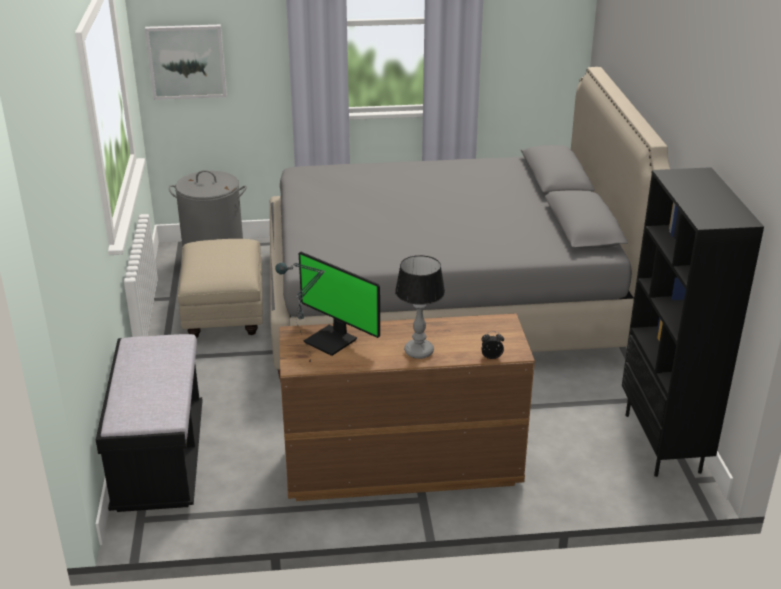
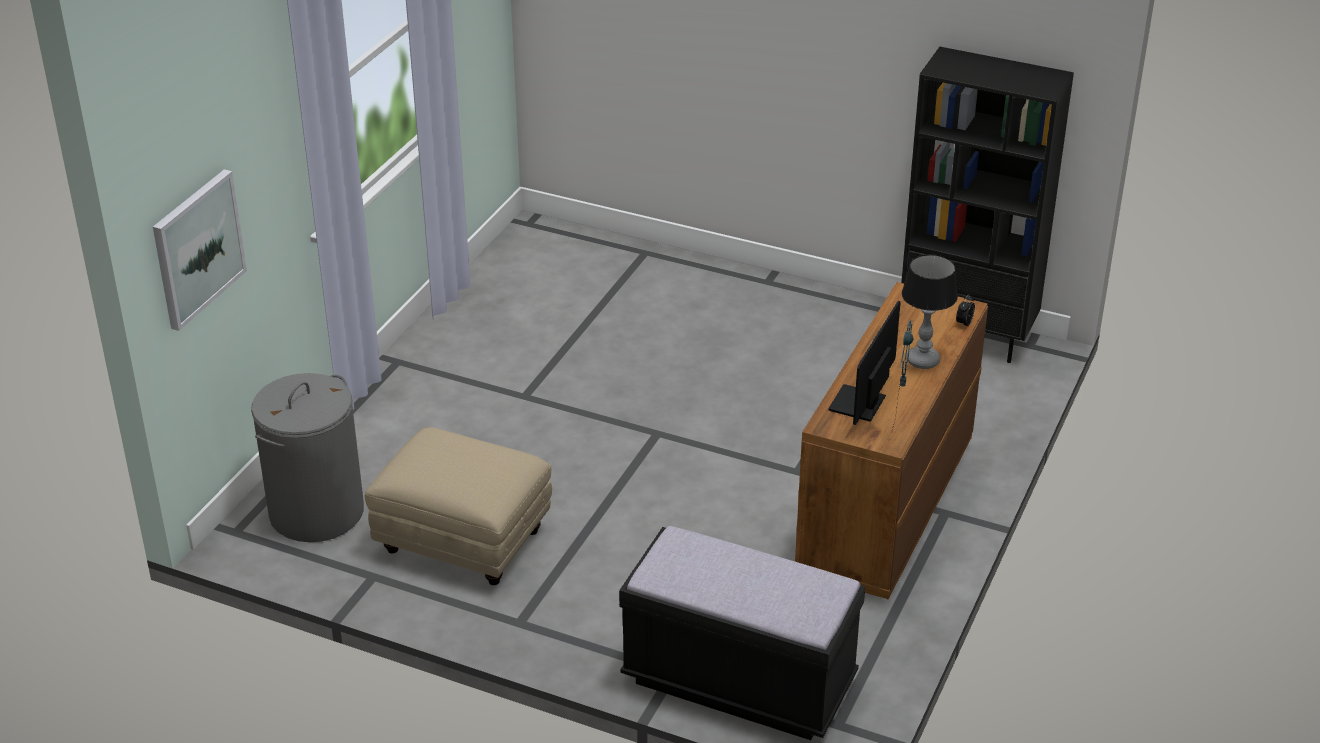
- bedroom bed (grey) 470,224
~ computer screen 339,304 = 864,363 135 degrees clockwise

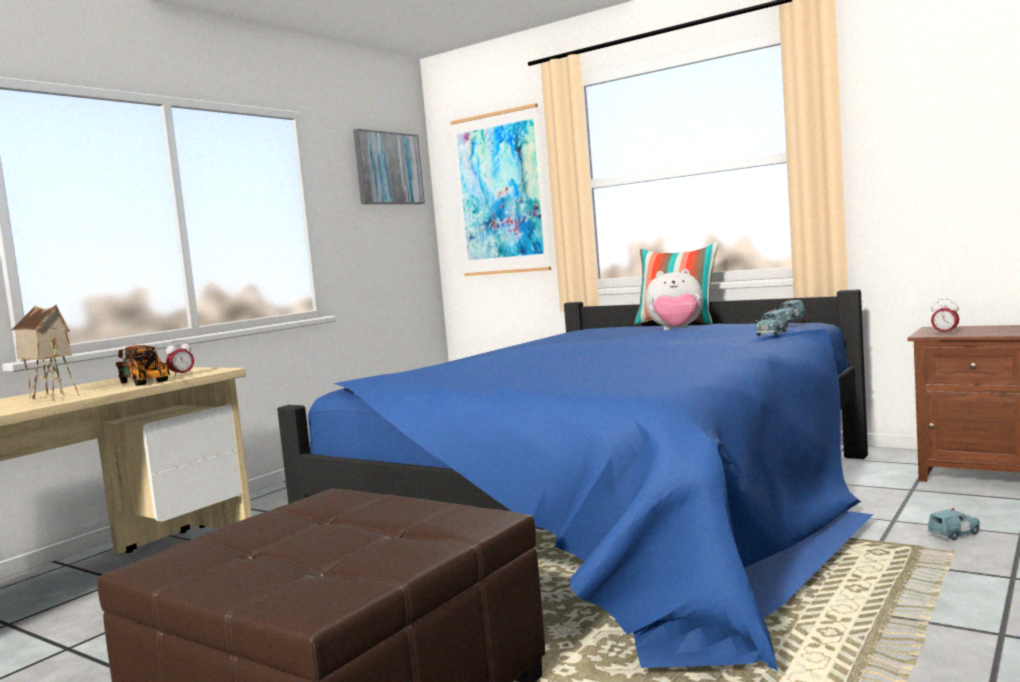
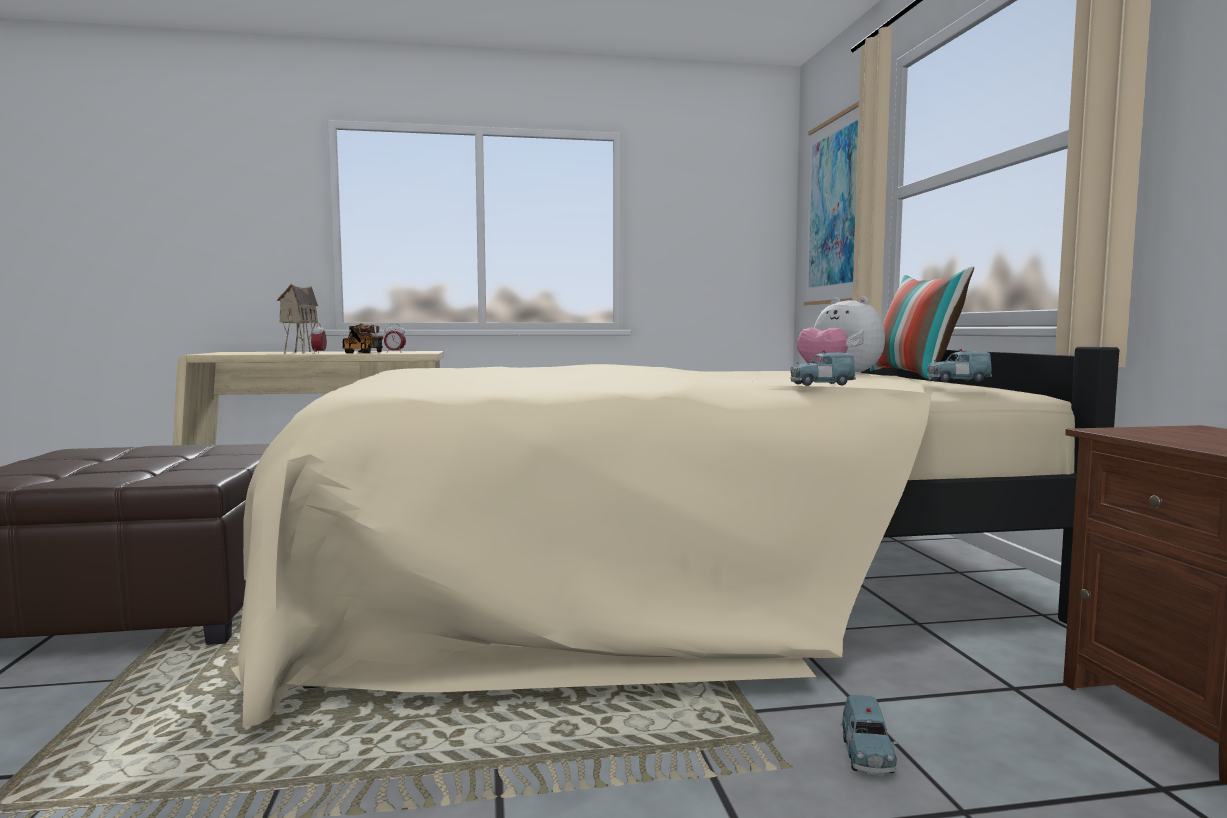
~ bedroom bed (blue-coloured) 575,480 to bedroom bed (beige-coloured) 675,537
- wall art 389,166
~ model car (blue-coloured) 954,524 = 869,735 75 degrees clockwise
~ table clock 945,317 to 319,338

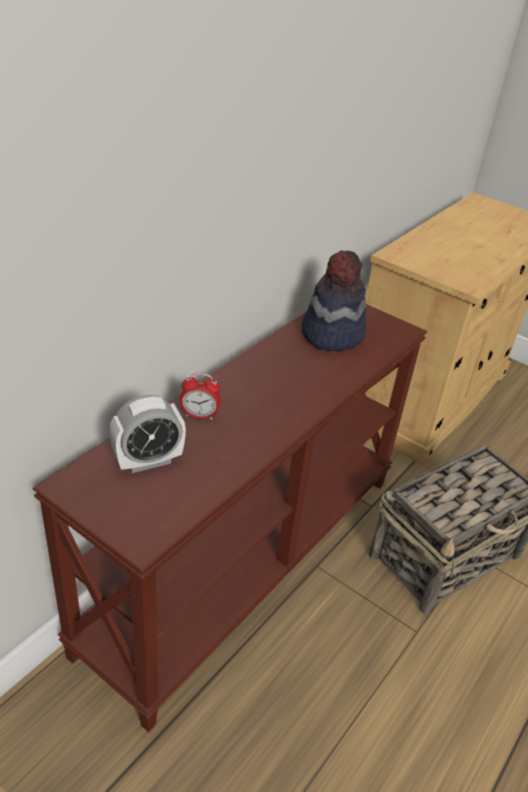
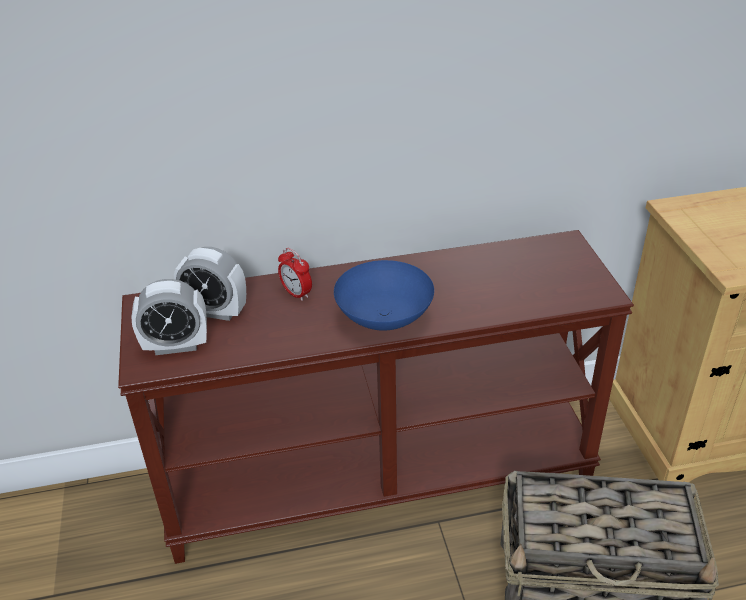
- hat 334,301
+ table clock 169,317
+ deep dish (blue-coloured) 384,295

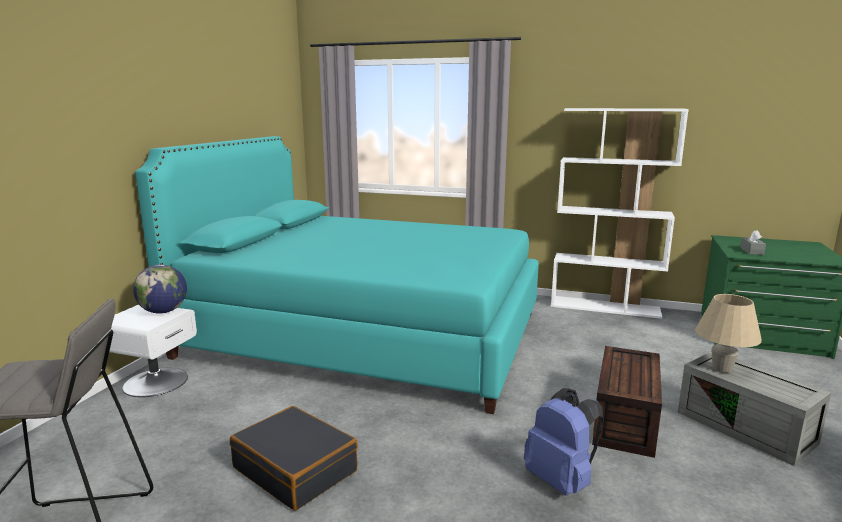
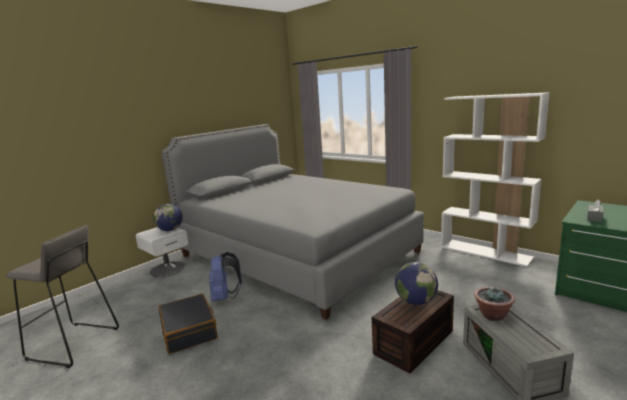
~ bedroom bed (turquoise) 337,275 to bedroom bed (grey) 293,222
~ knapsack (blue-coloured) 563,441 to 225,276
~ table lamp (beige-coloured) 728,333 to plant in a pot 494,304
+ globe 416,283

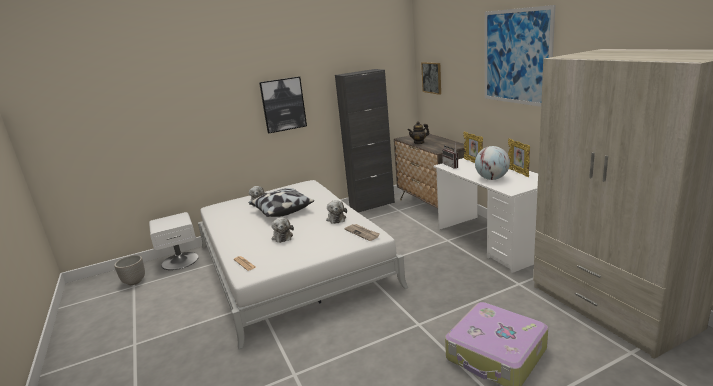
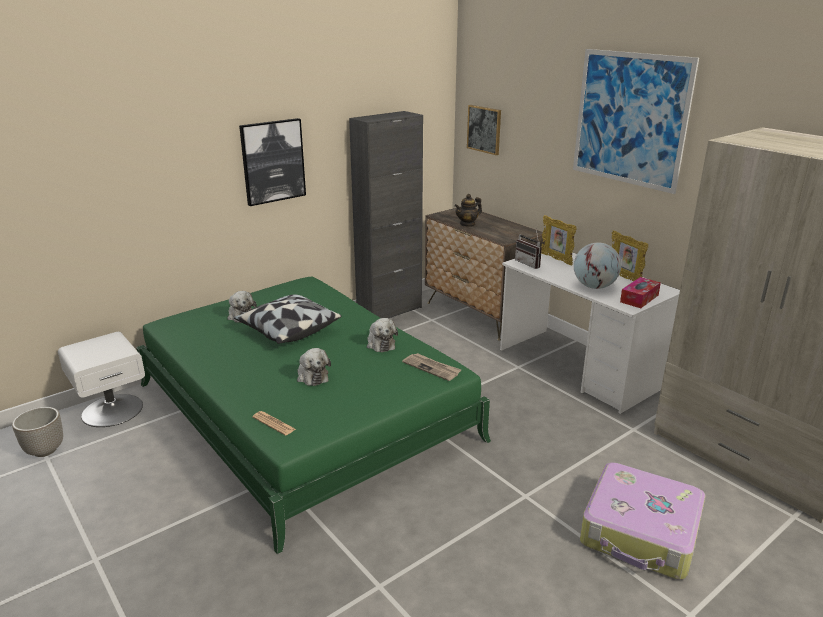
~ bedroom bed (white-coloured) 303,264 to bedroom bed (green) 313,415
+ box of tissues 640,292

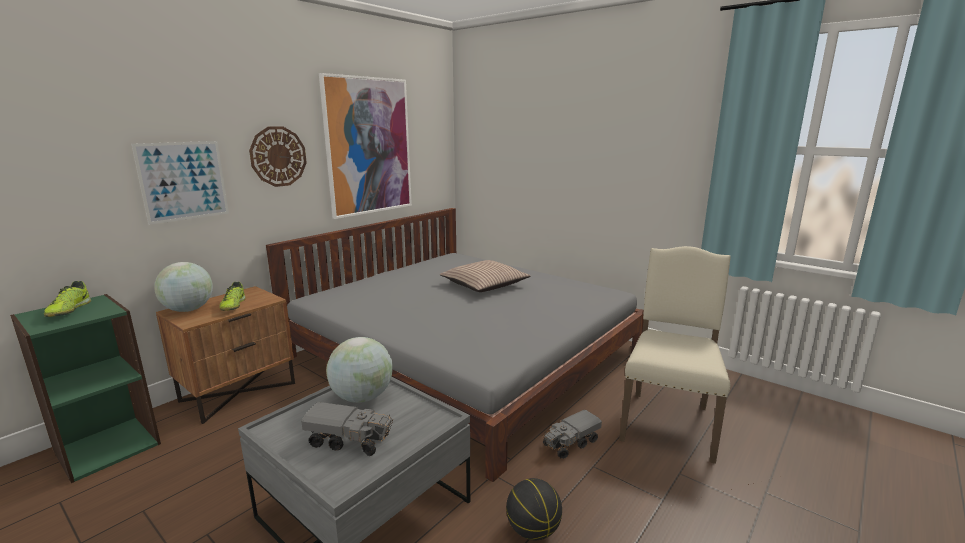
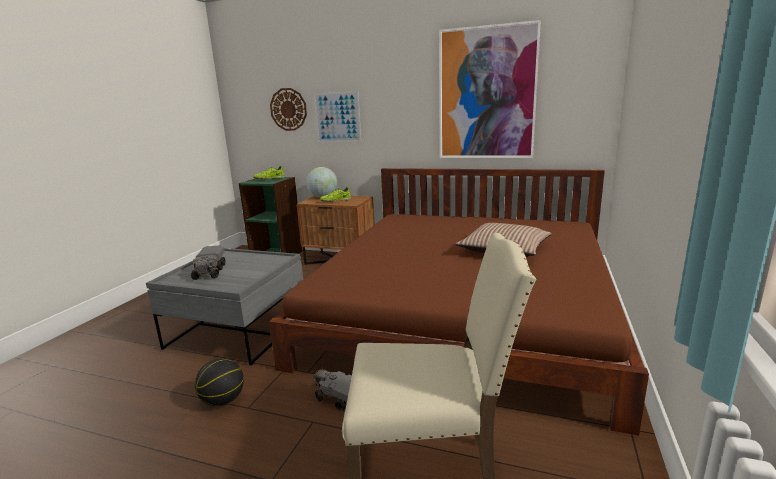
~ hanging clock 278,156 to 288,109
~ bedroom bed (grey) 455,345 to bedroom bed (brown-coloured) 459,302
- globe 359,370

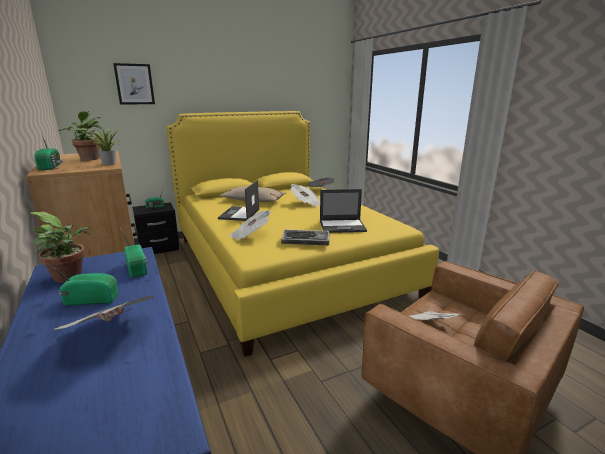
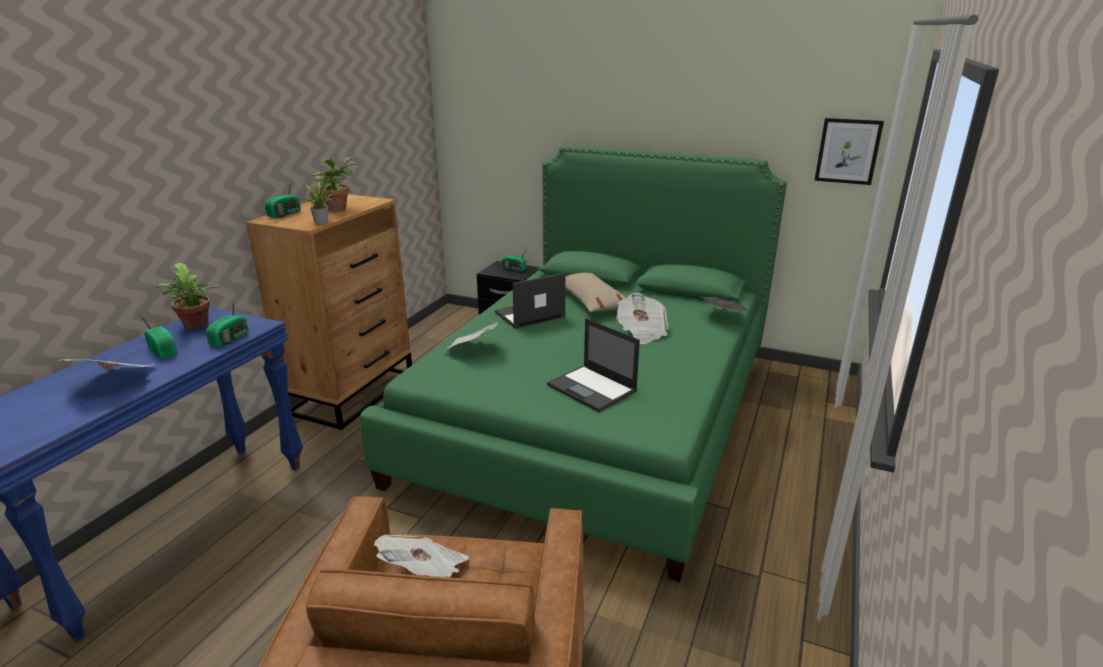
~ wall art 134,84 to 849,151
~ bedroom bed (yellow) 302,234 to bedroom bed (green) 573,364
- keyboard 305,237

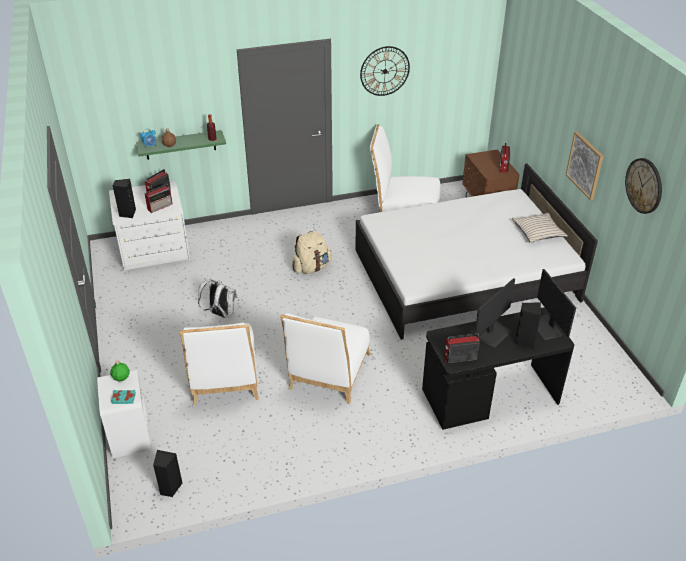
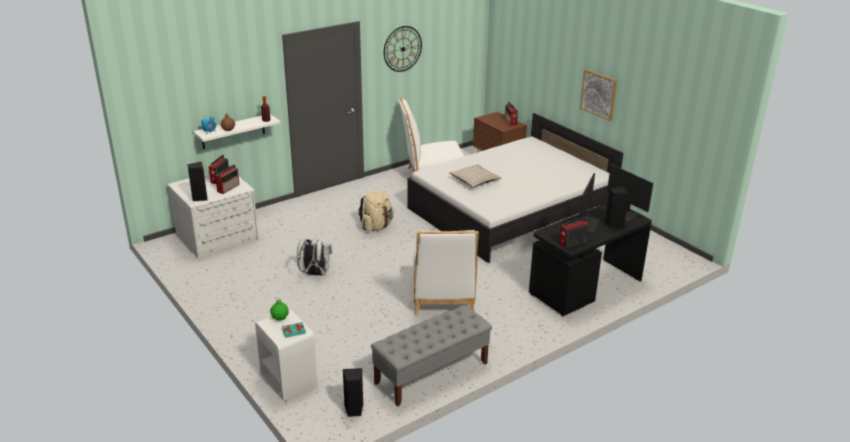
~ wall shelf (green) 181,145 to wall shelf (white-coloured) 236,131
- plain chair (white-coloured) 219,364
~ pillow (beige-coloured) 540,228 to 475,175
- hanging clock 643,186
+ long seat (grey) 431,356

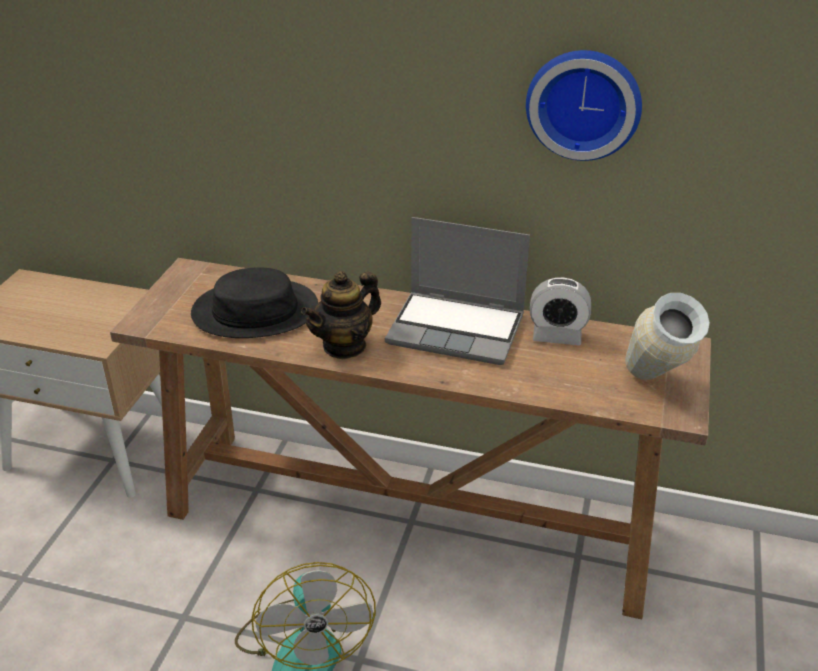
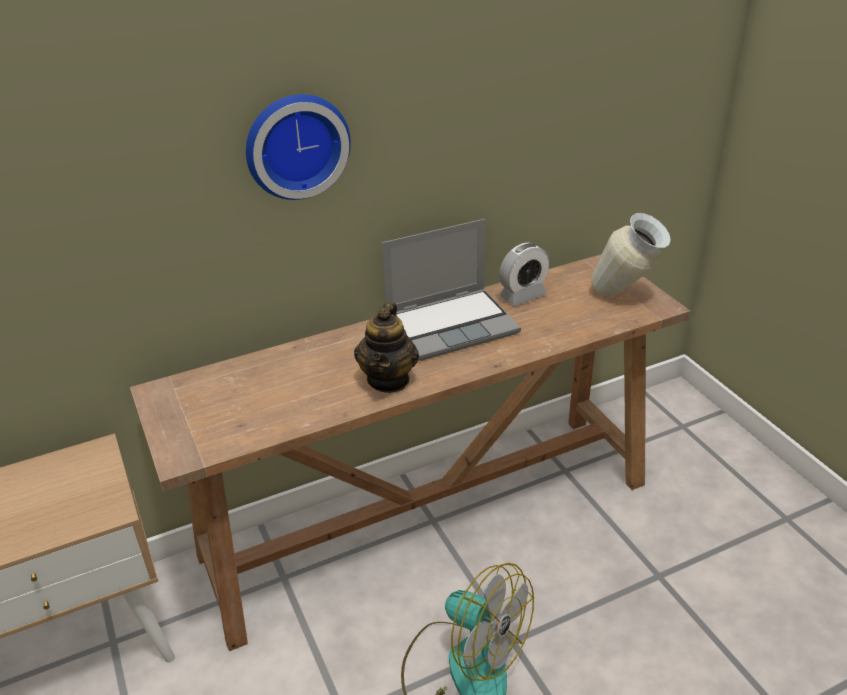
- hat (blackish) 254,302
~ hanging clock 584,105 to 298,147

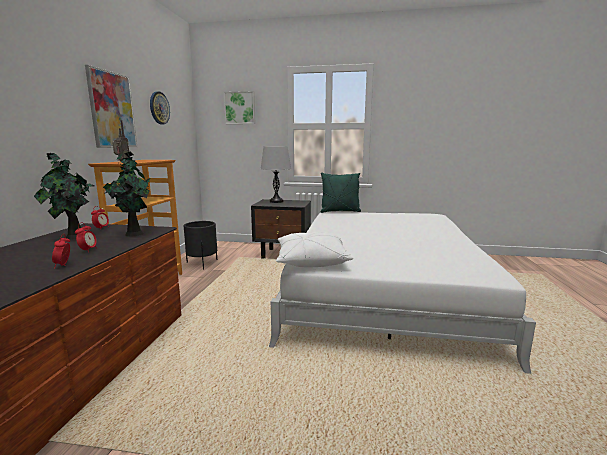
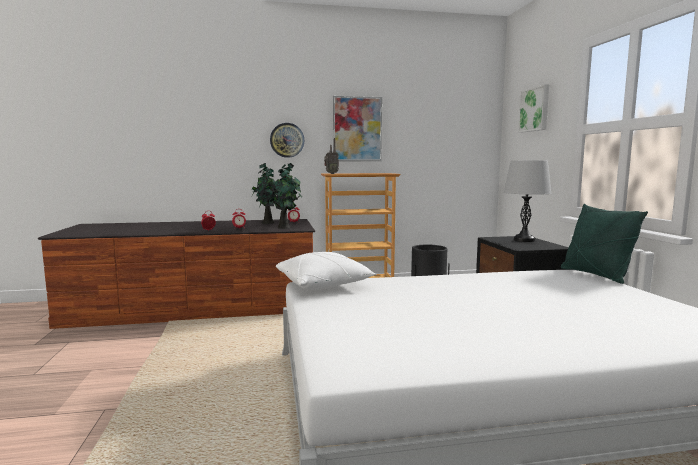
~ hanging clock 160,108 to 287,140

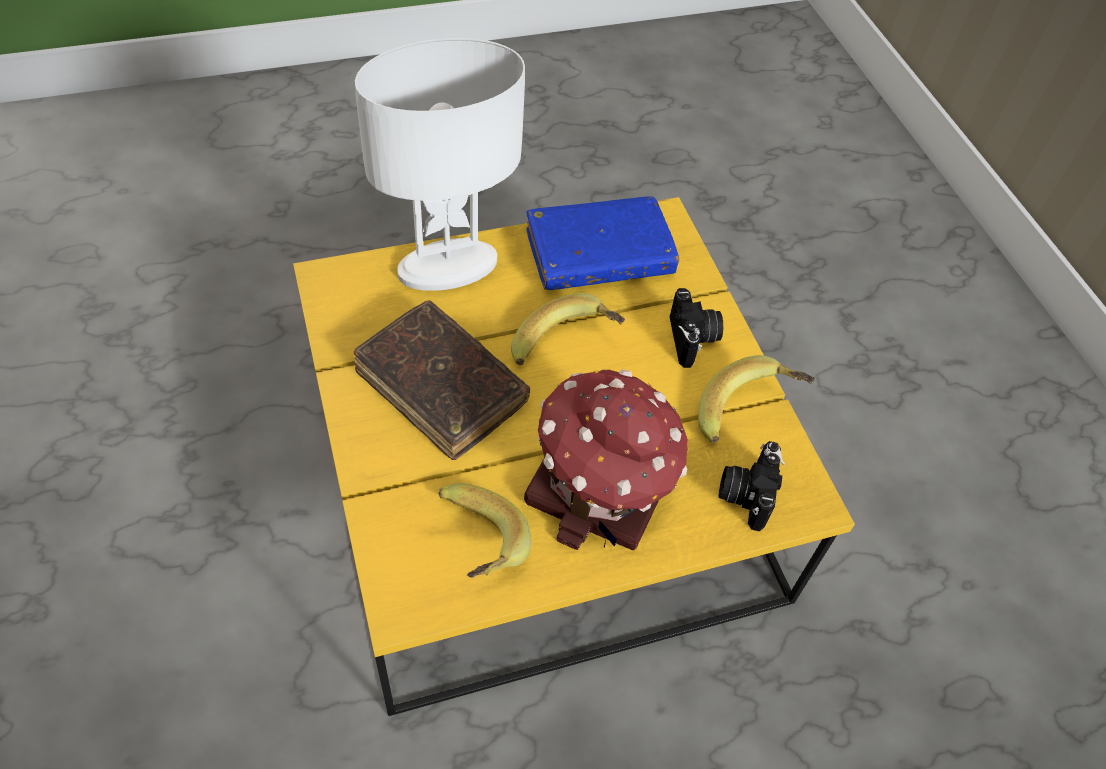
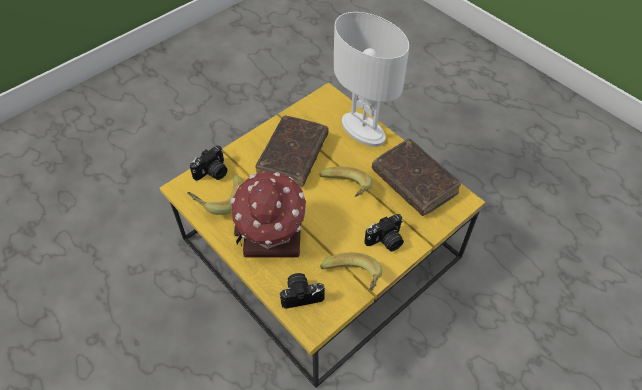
~ bound book (blue-coloured) 602,243 to bound book (brown-coloured) 416,177
+ photo camera 208,163

